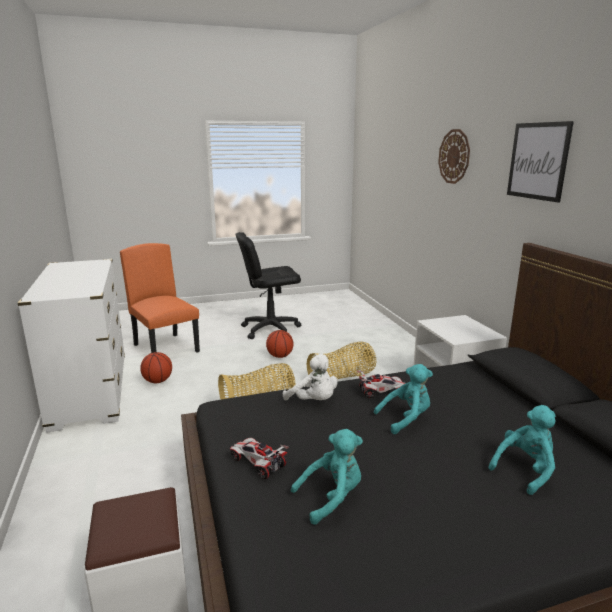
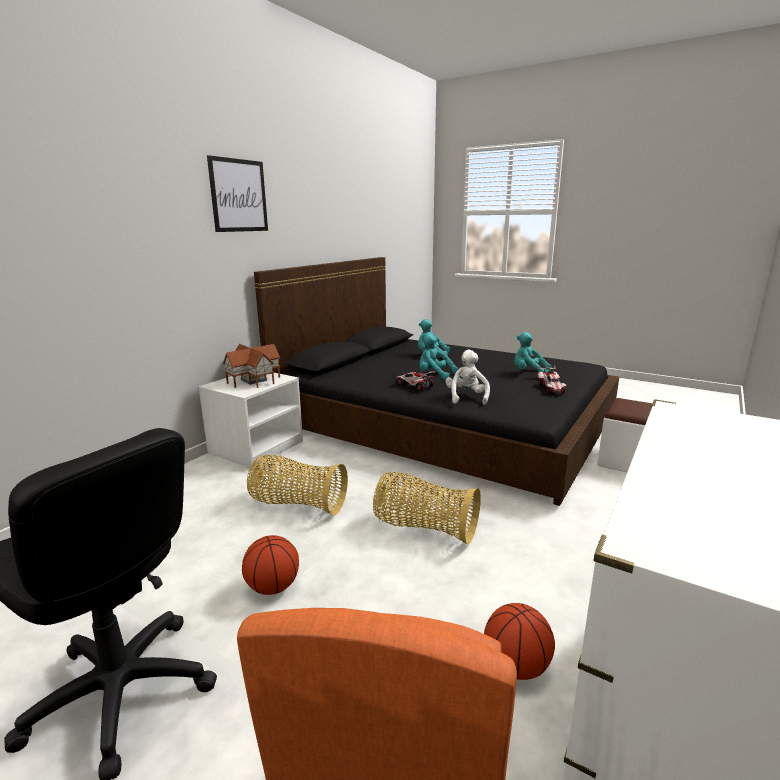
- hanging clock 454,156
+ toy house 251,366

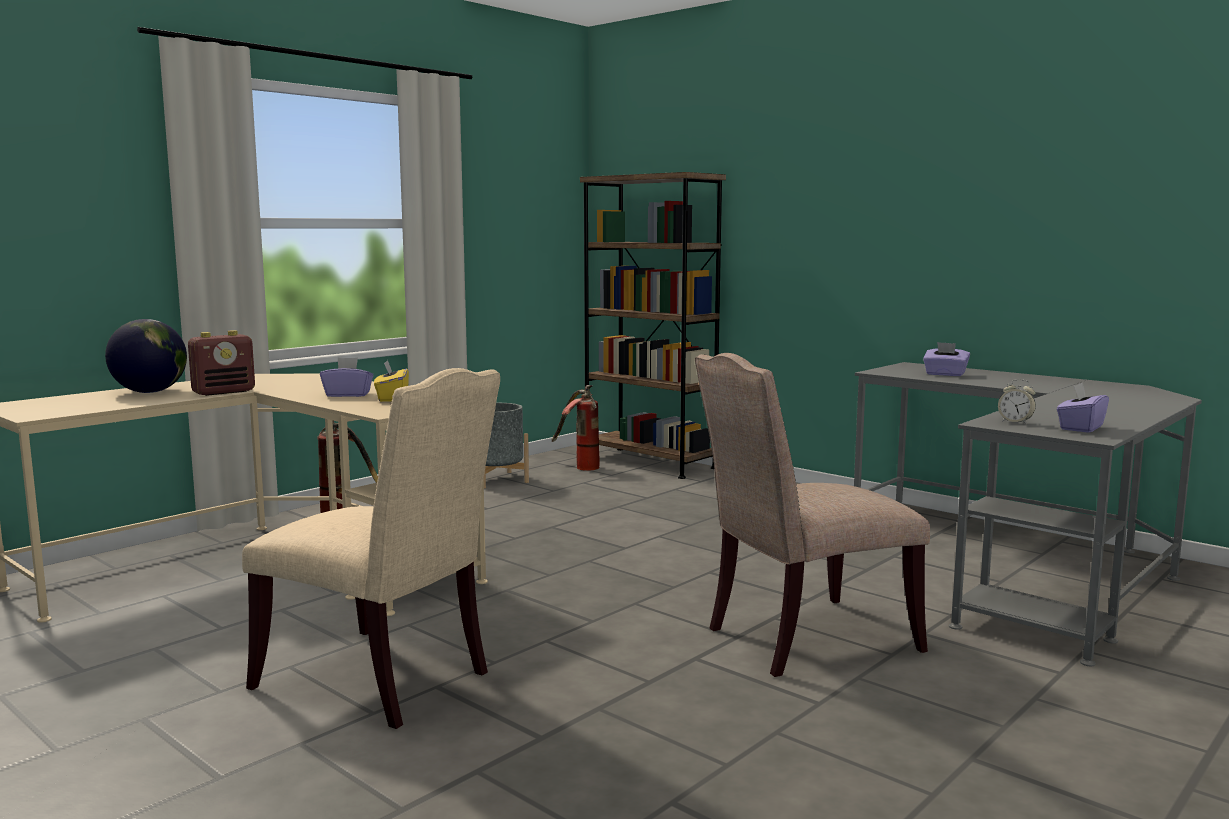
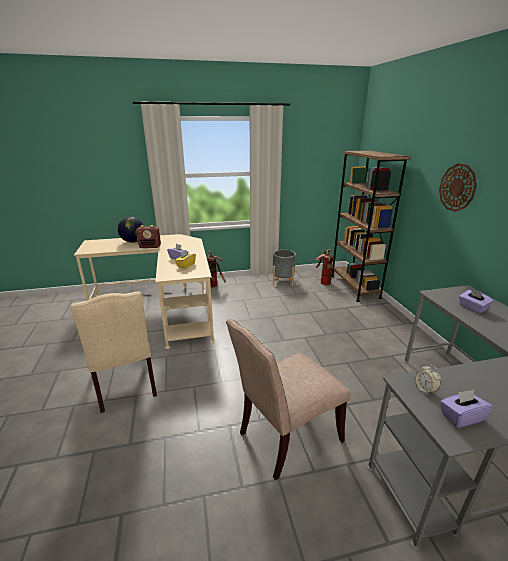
~ plain chair (beige-coloured) 812,515 = 288,399 45 degrees counterclockwise
+ hanging clock 458,187

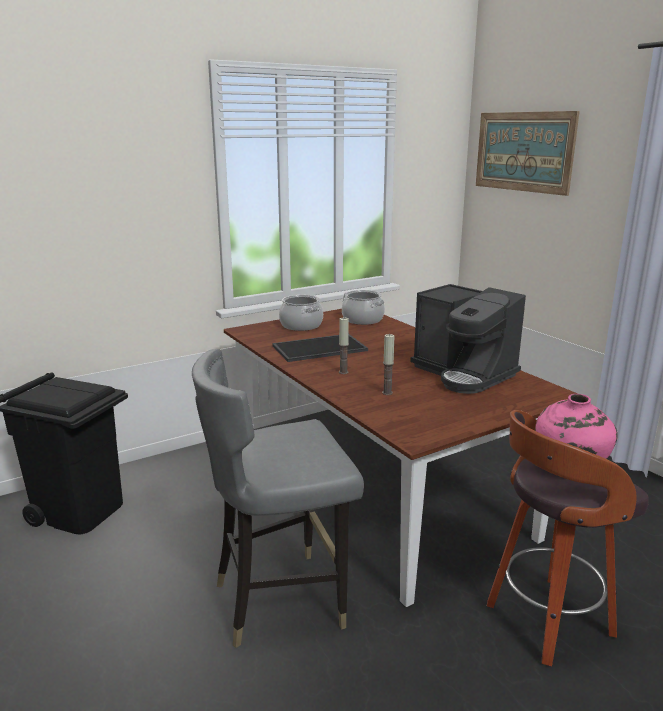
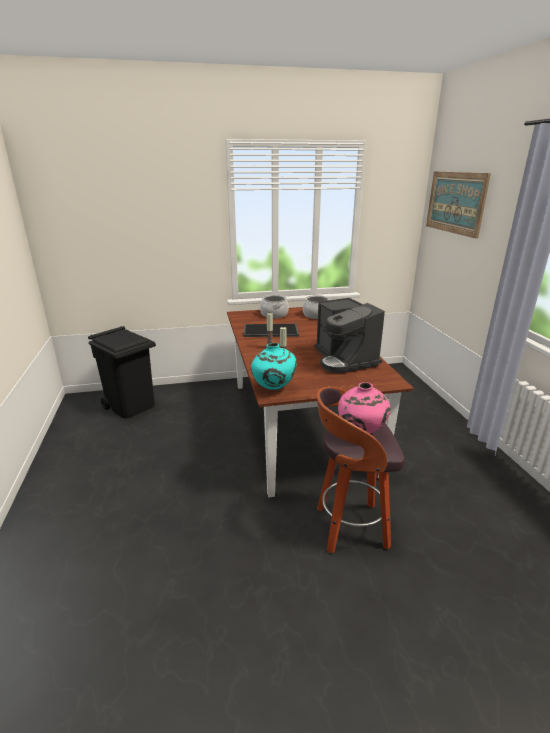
- plain chair (grey) 278,498
+ flower vase (turquoise) 274,366

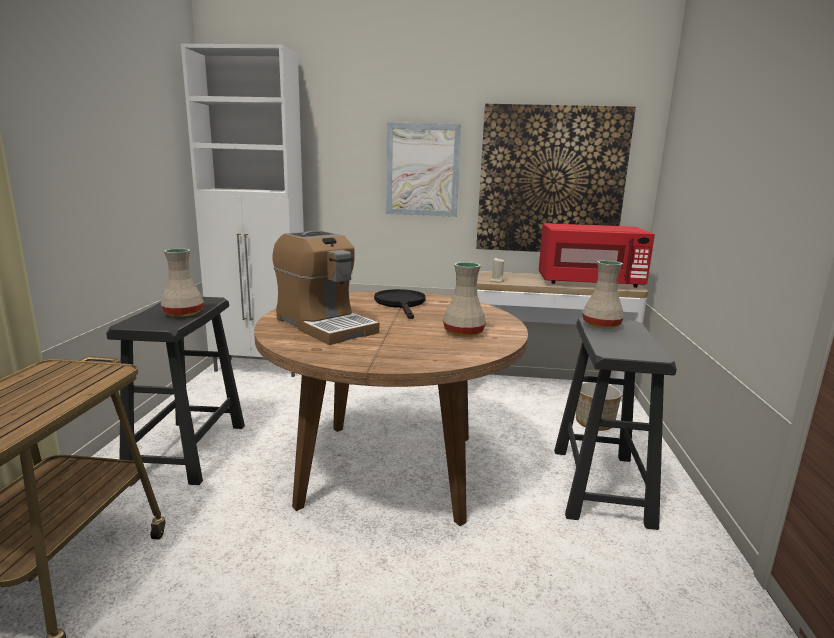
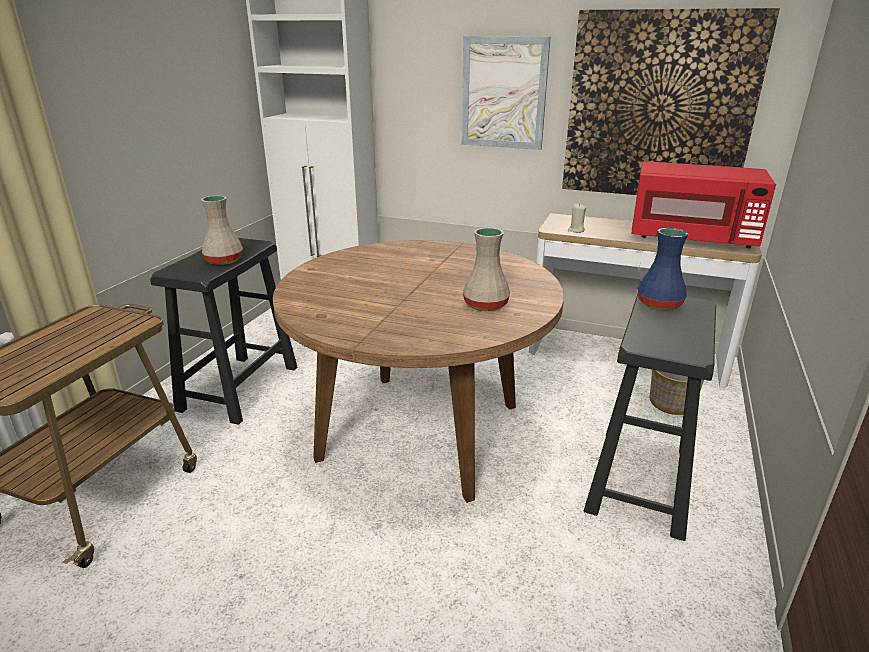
- coffee maker 325,288
- skillet (blackish) 400,304
~ flower vase (beige-coloured) 603,294 to flower vase (blue-coloured) 663,269

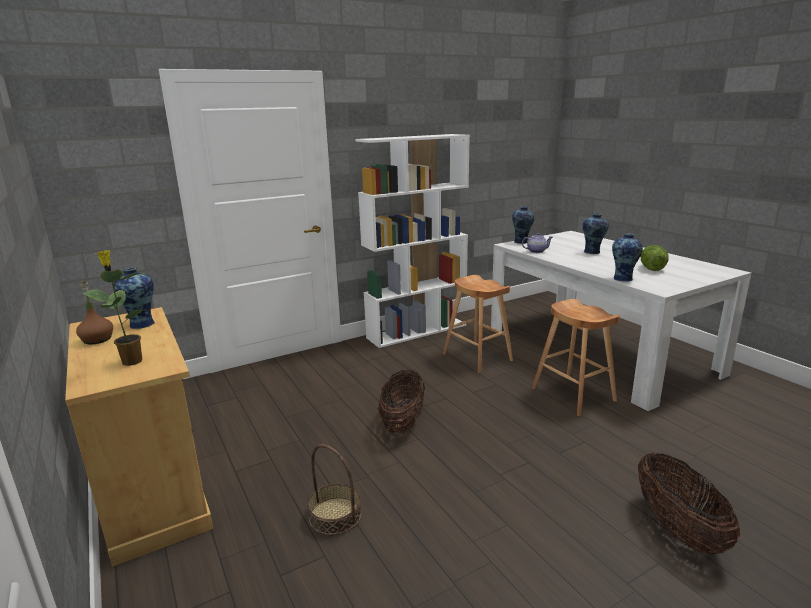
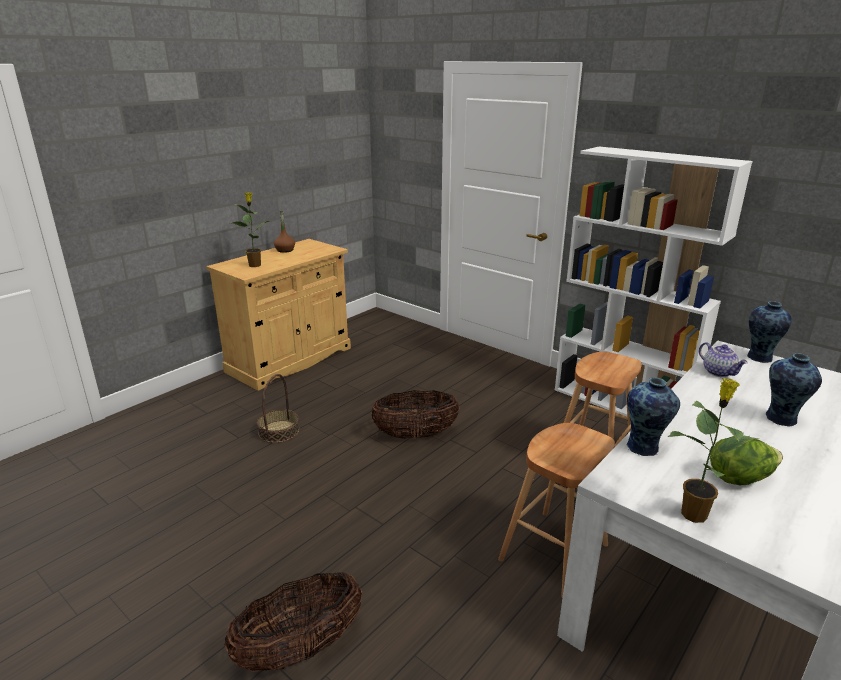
- flower vase 134,298
+ plant in a pot 713,450

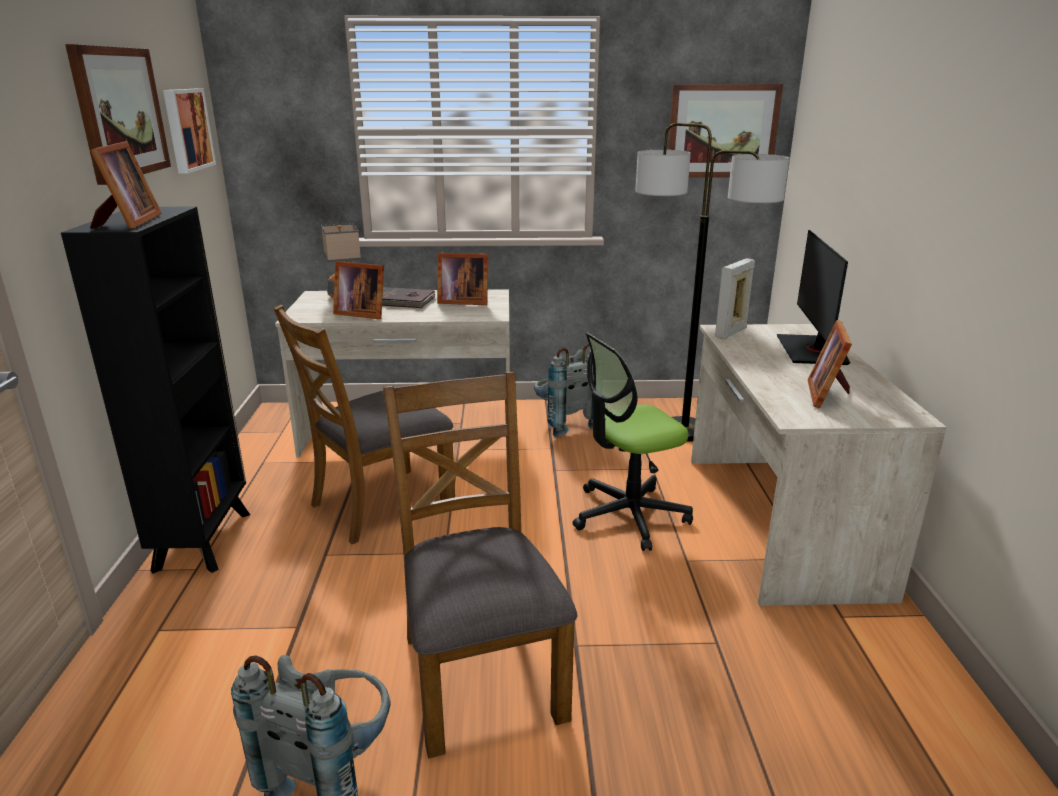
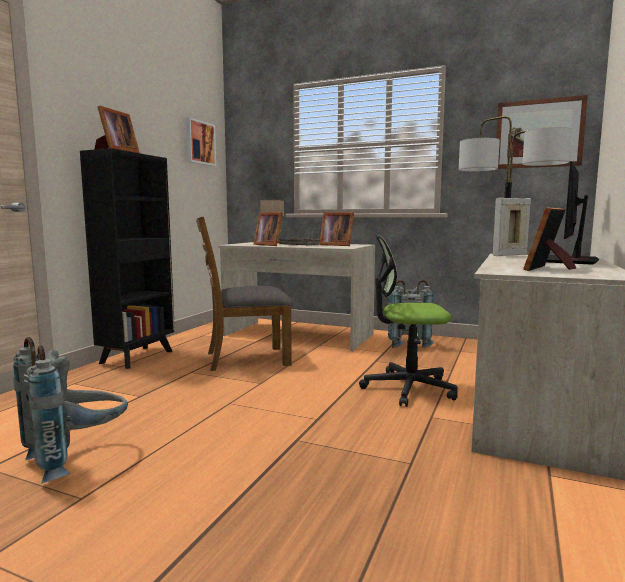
- wall art 118,114
- plain chair (brown-coloured) 480,565

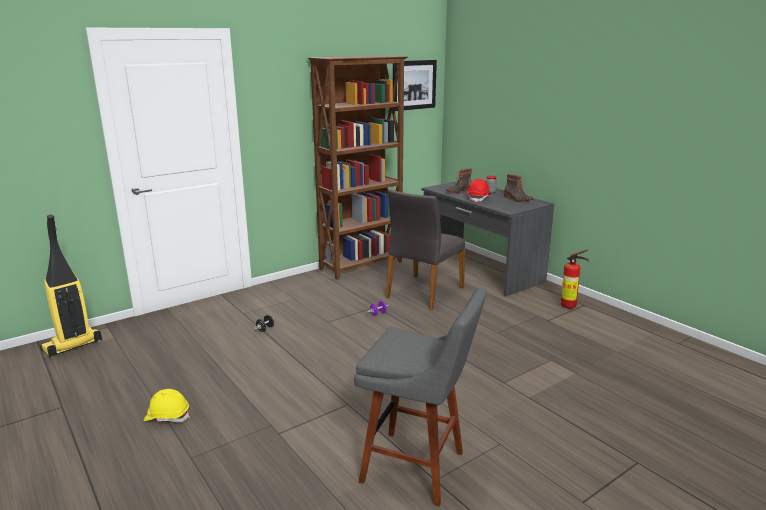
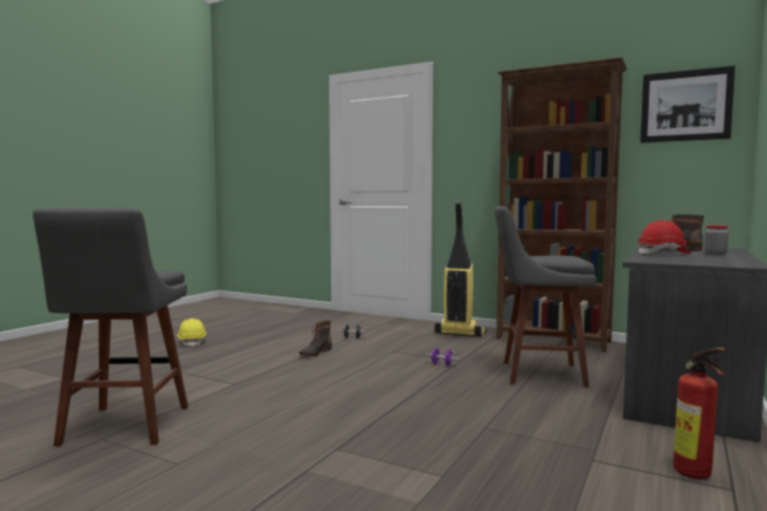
~ vacuum cleaner 71,286 to 461,269
~ plain chair (grey) 425,249 to stool (grey) 546,297
~ high-top boot 519,188 to 315,338

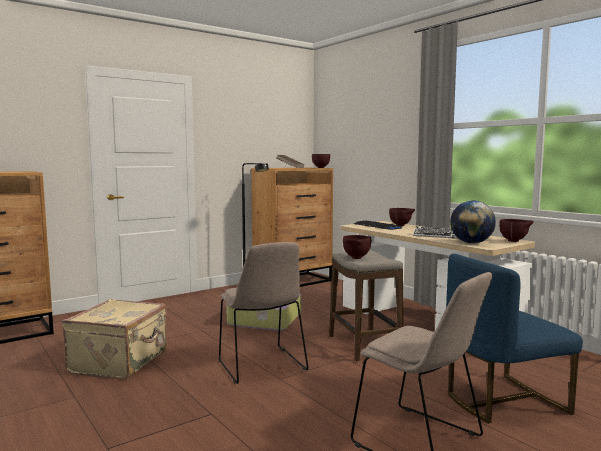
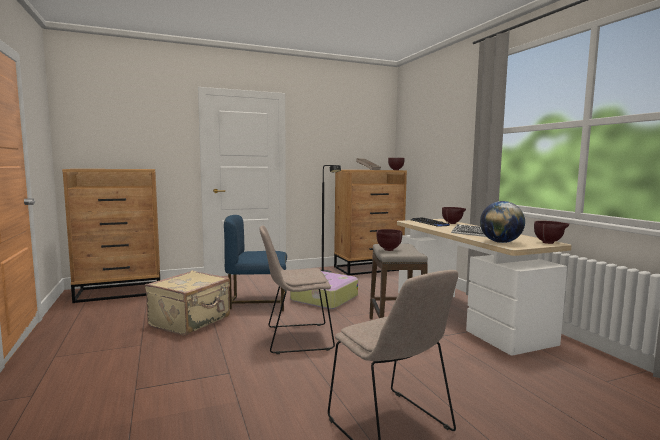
~ plain chair (beige-coloured) 263,313 = 297,290 90 degrees clockwise
~ plain chair (blue-coloured) 514,339 to 255,263

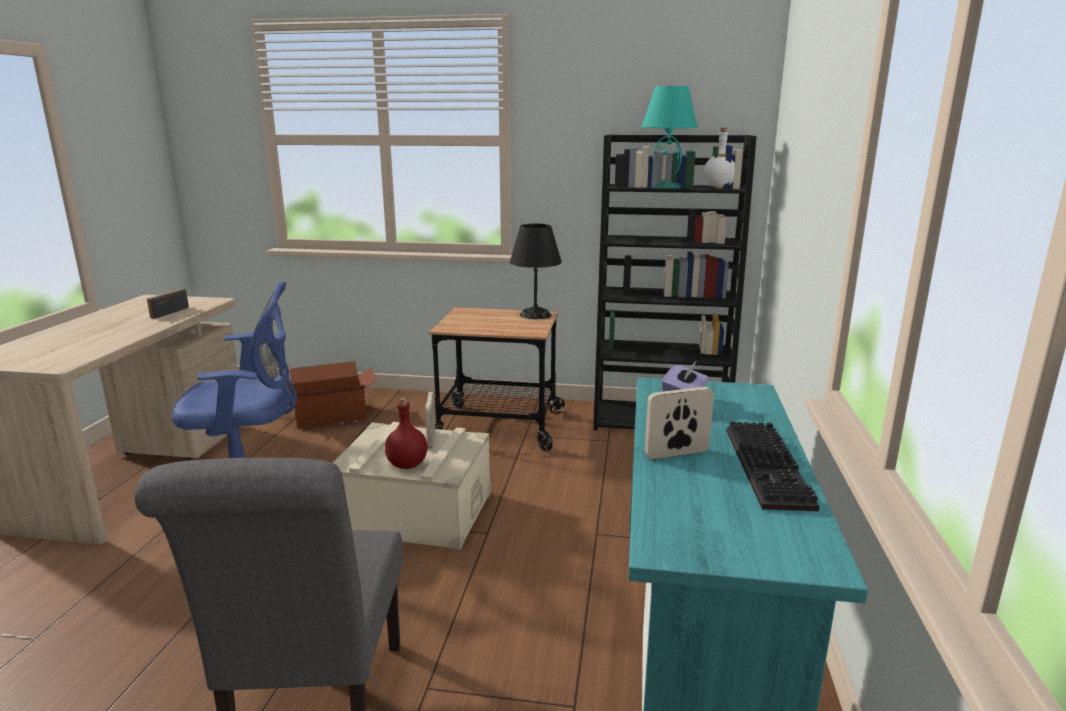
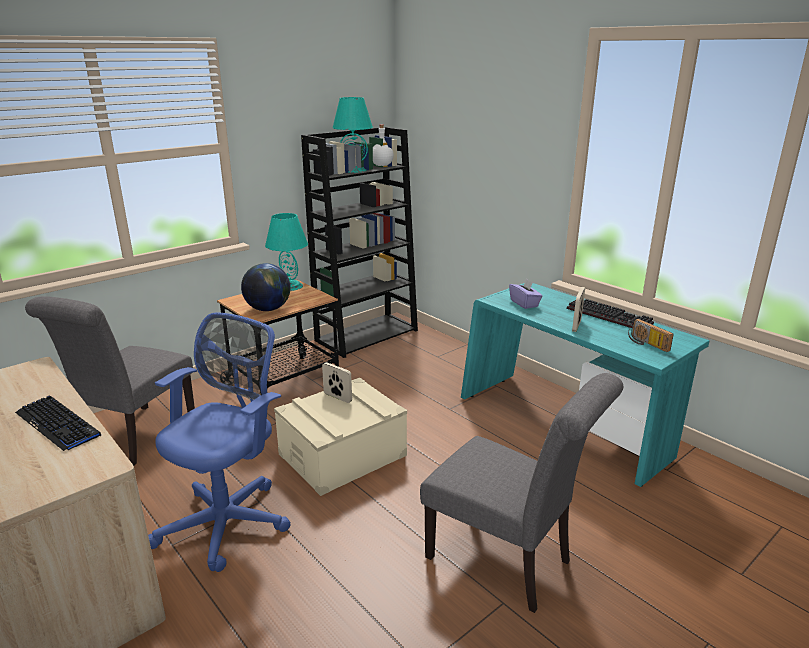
~ radio 168,304 to 651,335
~ carton 331,394 to plain chair (grey) 110,381
- beverage bottle (reddish) 406,433
~ table lamp (blackish) 536,271 to table lamp (turquoise) 286,252
+ keyboard 58,423
+ globe 265,287

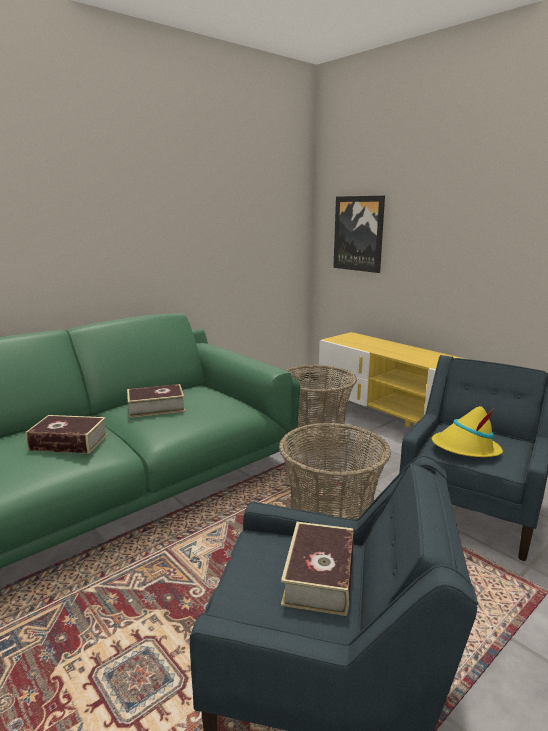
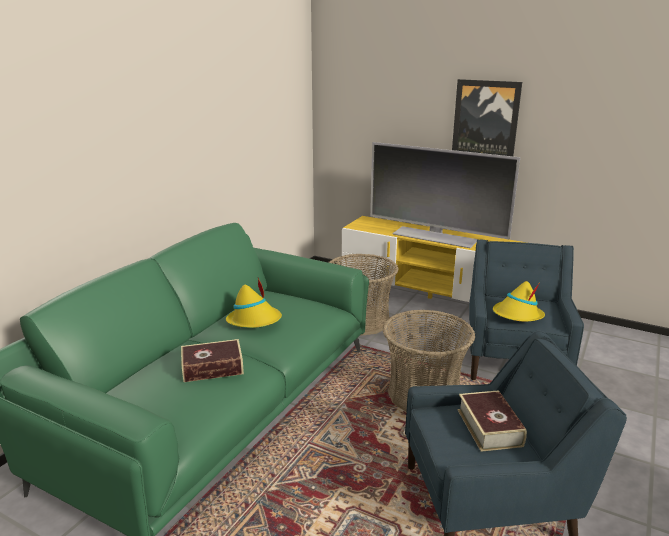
~ bound book 156,401 to hat (yellow) 254,303
~ wall art 359,234 to 487,117
+ television 445,195

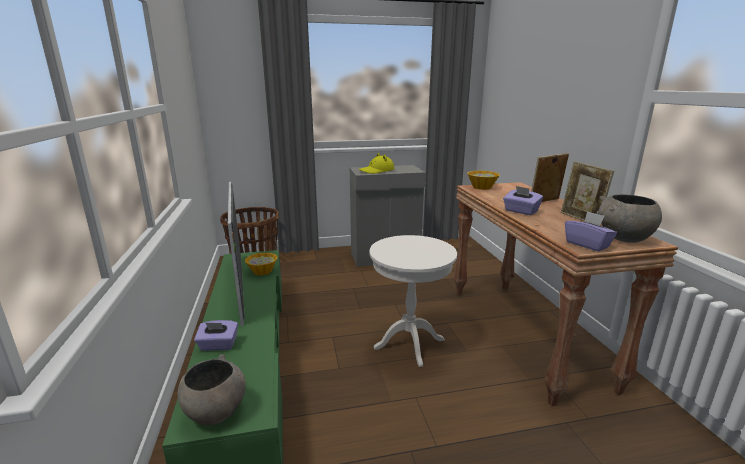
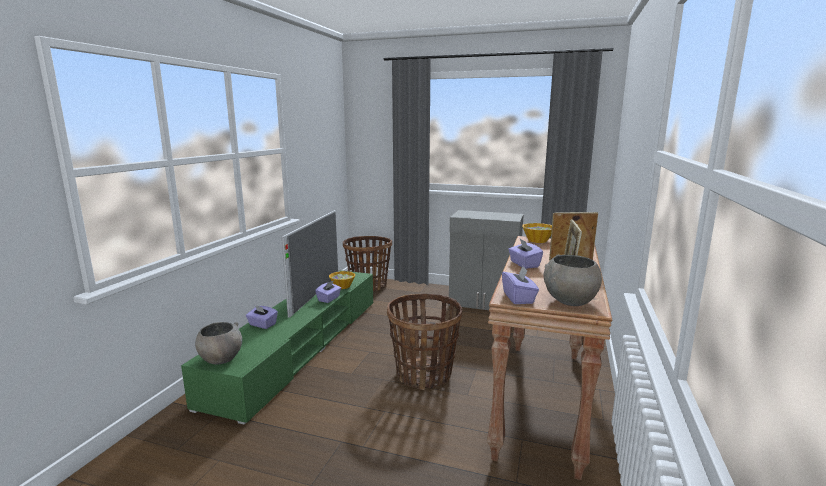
- hat (yellow) 377,163
~ side table (white-coloured) 413,301 to storage basket 424,342
+ box of tissues (purplish) 328,291

